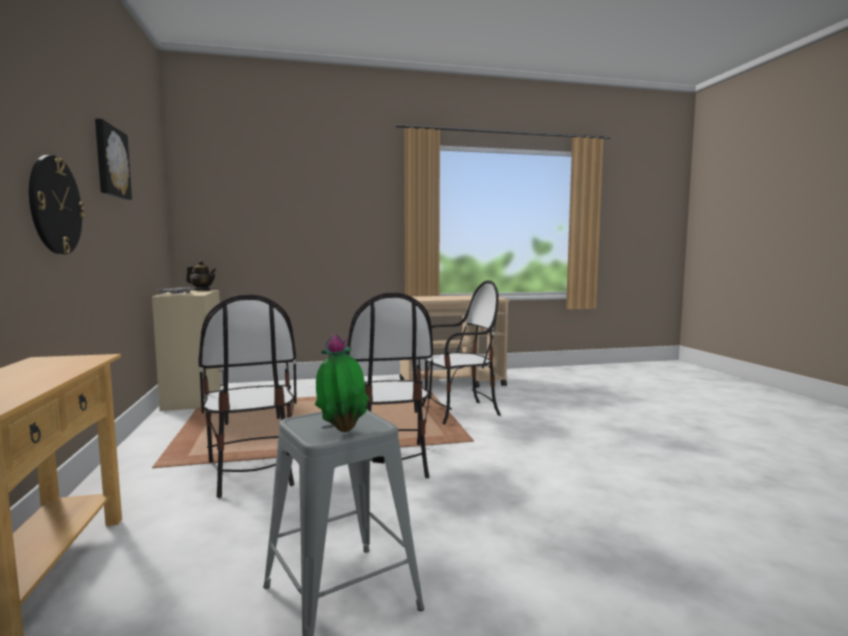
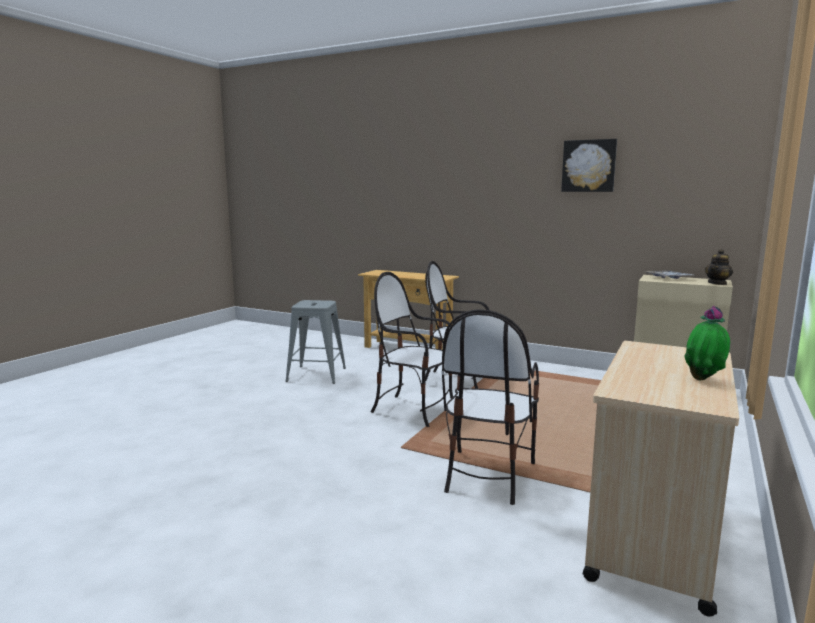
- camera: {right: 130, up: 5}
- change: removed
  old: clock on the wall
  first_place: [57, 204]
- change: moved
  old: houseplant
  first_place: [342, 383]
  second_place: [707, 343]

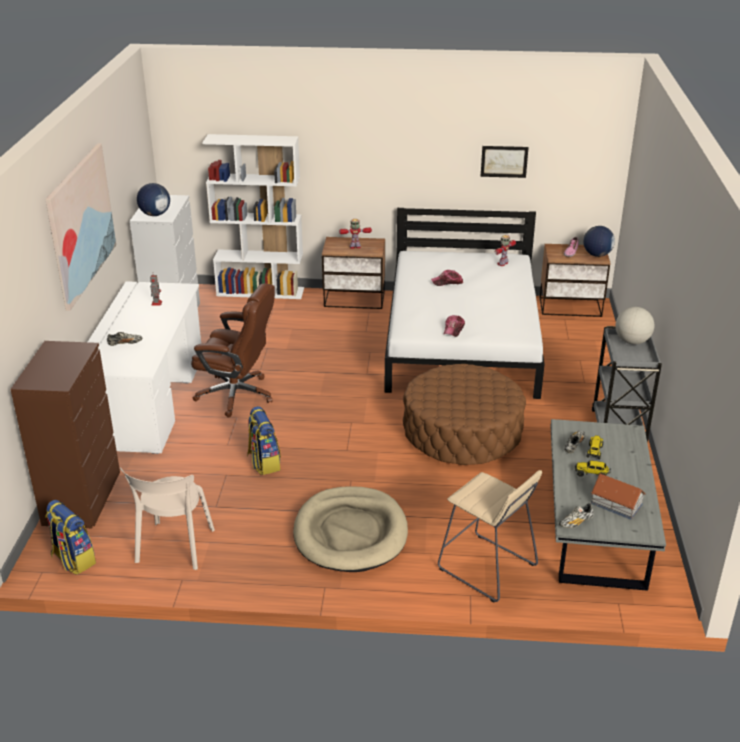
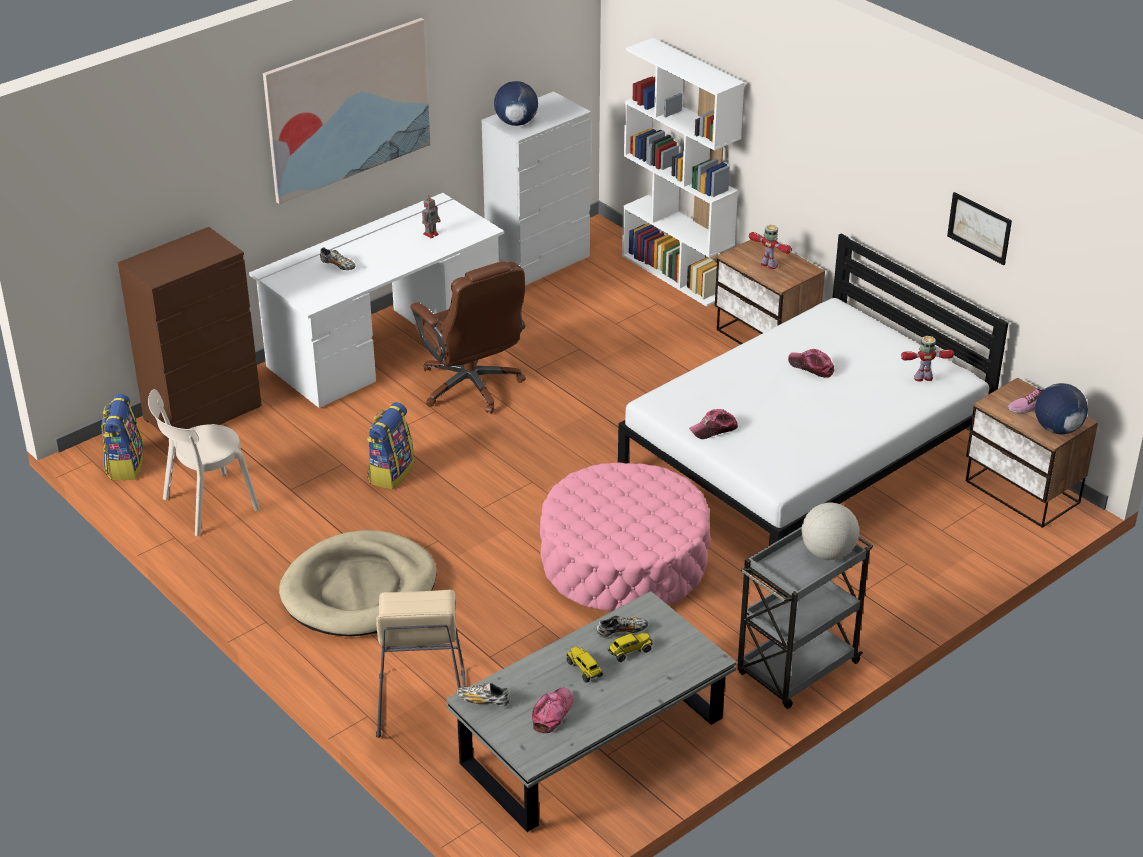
- camera: {right: 45, up: 5}
- change: recoloured
  old: brown ottoman
  new: pink-coloured ottoman
  first_place: [464, 414]
  second_place: [625, 537]
- change: replaced
  old: miniature house
  new: peaked cap
  first_place: [618, 497]
  second_place: [552, 710]

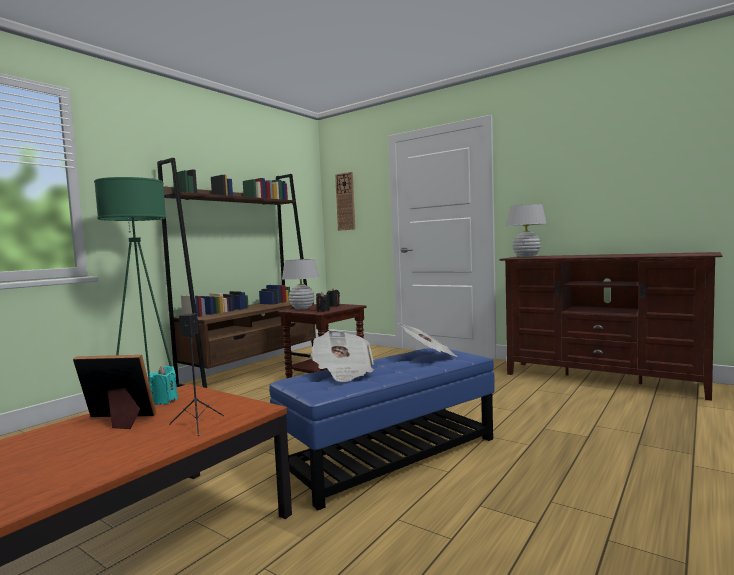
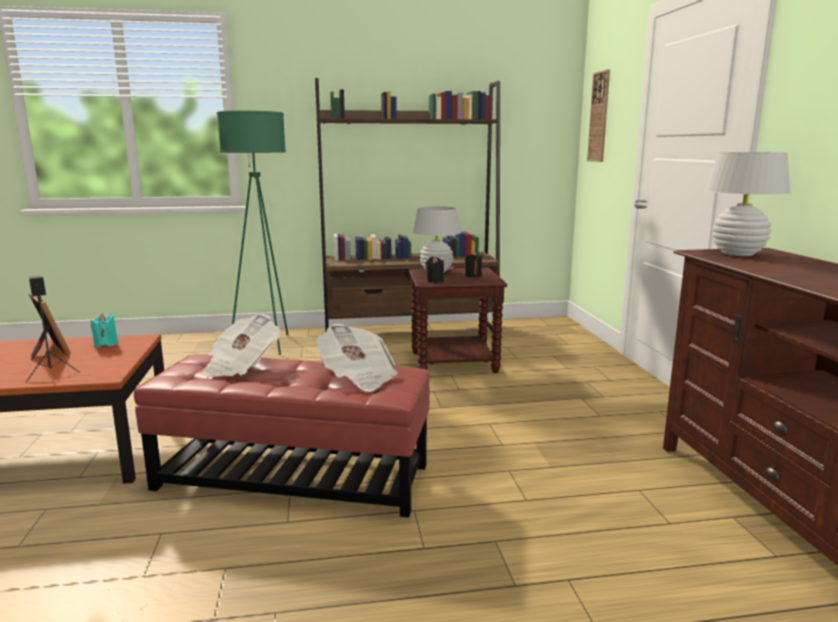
- camera: {right: 45, up: 10}
- change: recoloured
  old: blue-coloured ottoman
  new: red-coloured ottoman
  first_place: [381, 429]
  second_place: [281, 435]

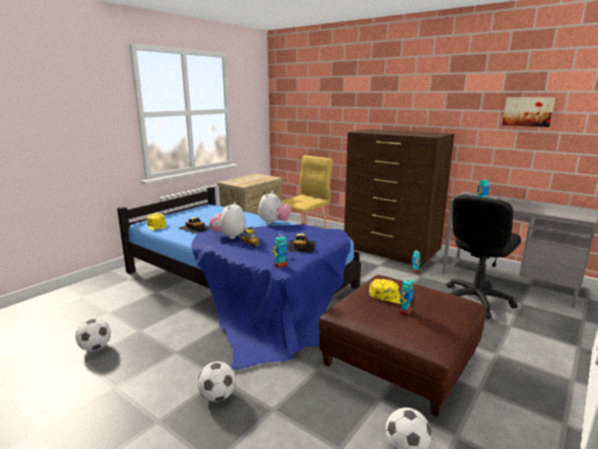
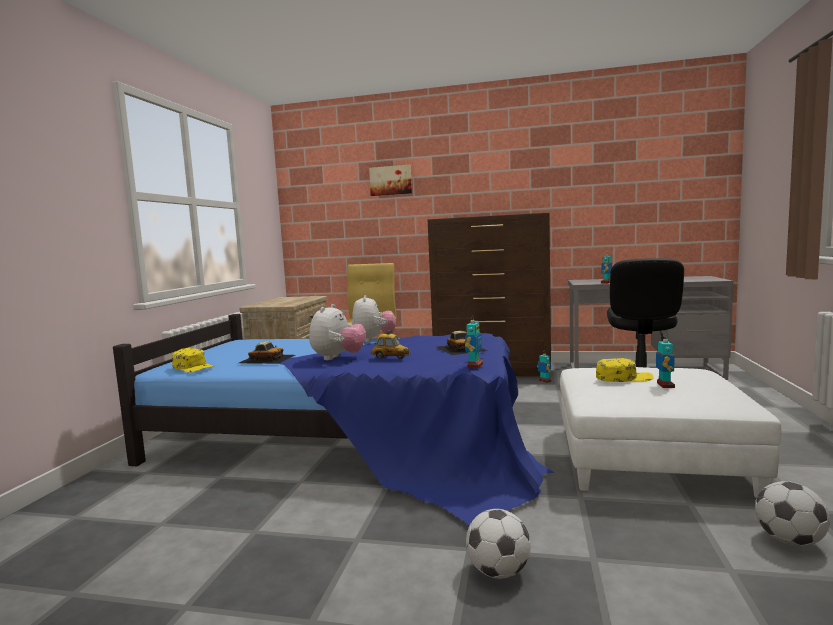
- camera: {right: -25, up: -10}
- change: removed
  old: football
  first_place: [93, 335]
- change: turned
  old: plush toy
  first_place: [227, 220]
  second_place: [337, 332]
  degrees: -150
- change: recoloured
  old: brown ottoman
  new: white ottoman
  first_place: [403, 346]
  second_place: [671, 432]
- change: moved
  old: wall picture
  first_place: [528, 112]
  second_place: [390, 180]

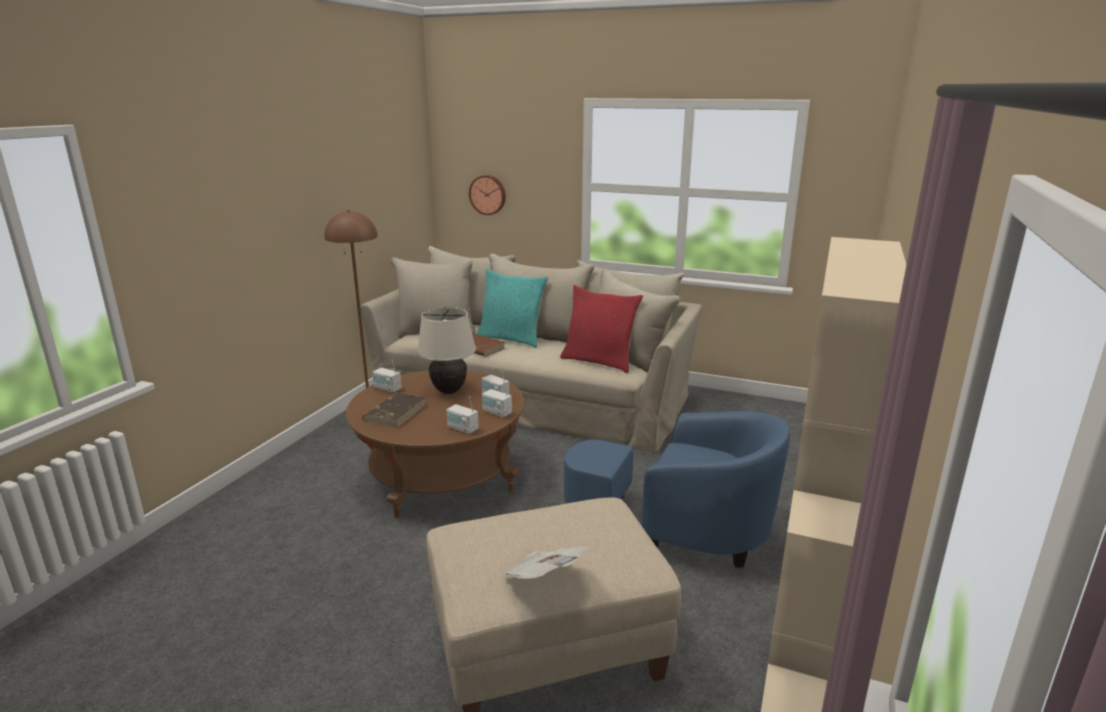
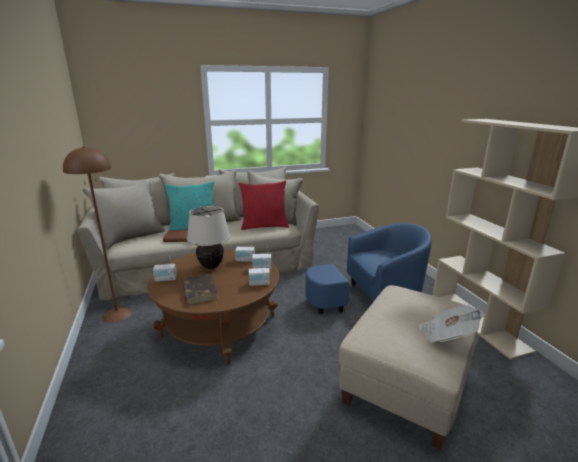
- camera: {right: -40, up: 0}
- change: removed
  old: clock on the wall
  first_place: [487, 195]

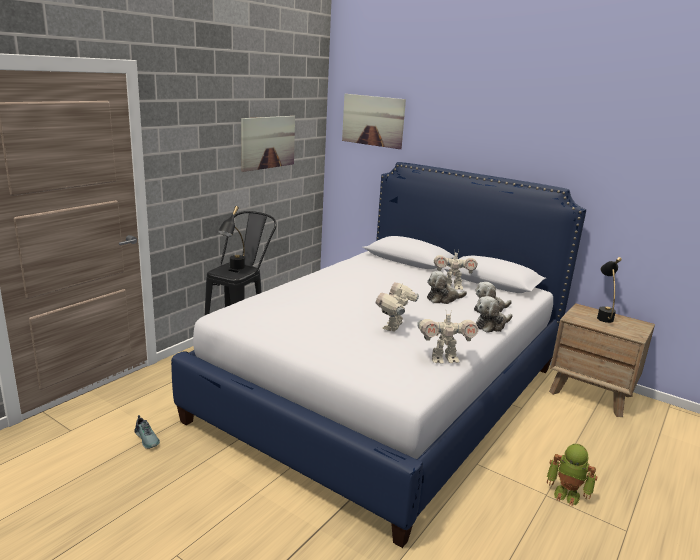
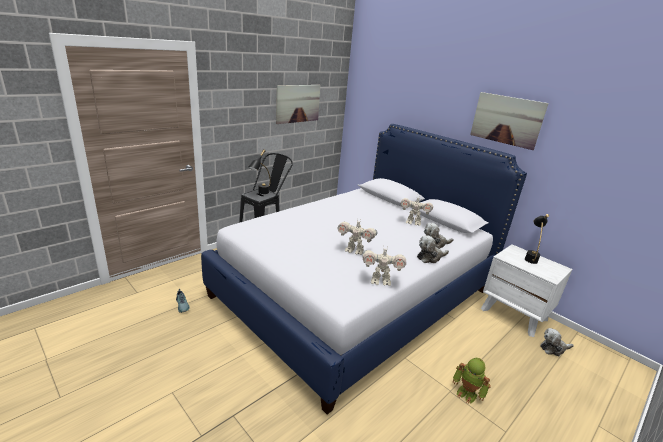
- camera: {right: 10, up: 5}
- change: moved
  old: wall picture
  first_place: [374, 121]
  second_place: [509, 121]
- change: turned
  old: toy robot
  first_place: [397, 307]
  second_place: [358, 237]
  degrees: -105
- change: moved
  old: plush toy
  first_place: [447, 287]
  second_place: [557, 342]
- change: recoloured
  old: brown nightstand
  new: white nightstand
  first_place: [602, 360]
  second_place: [526, 290]

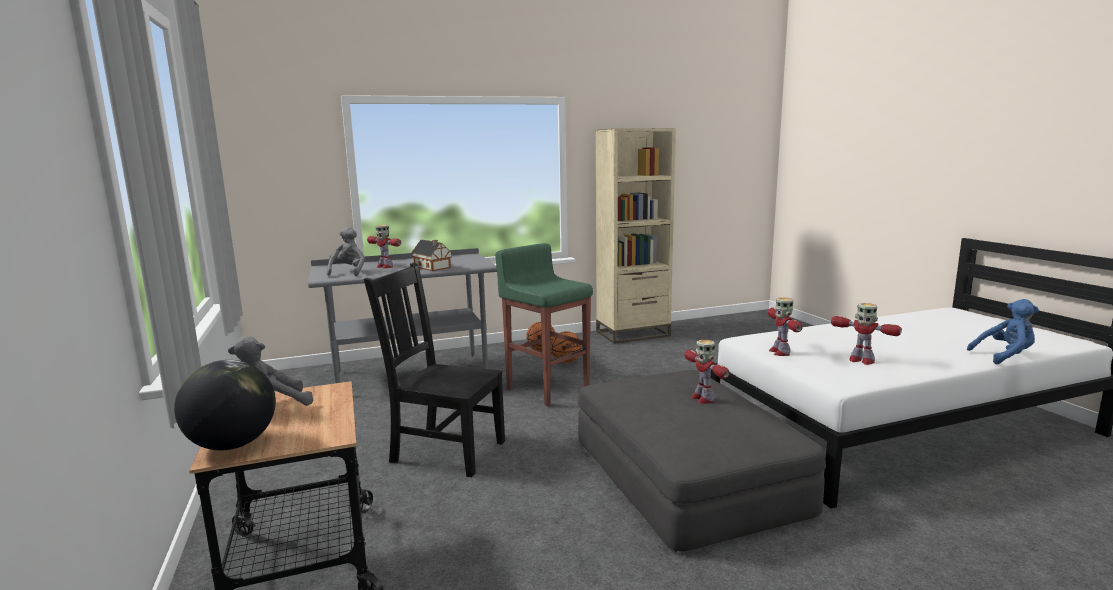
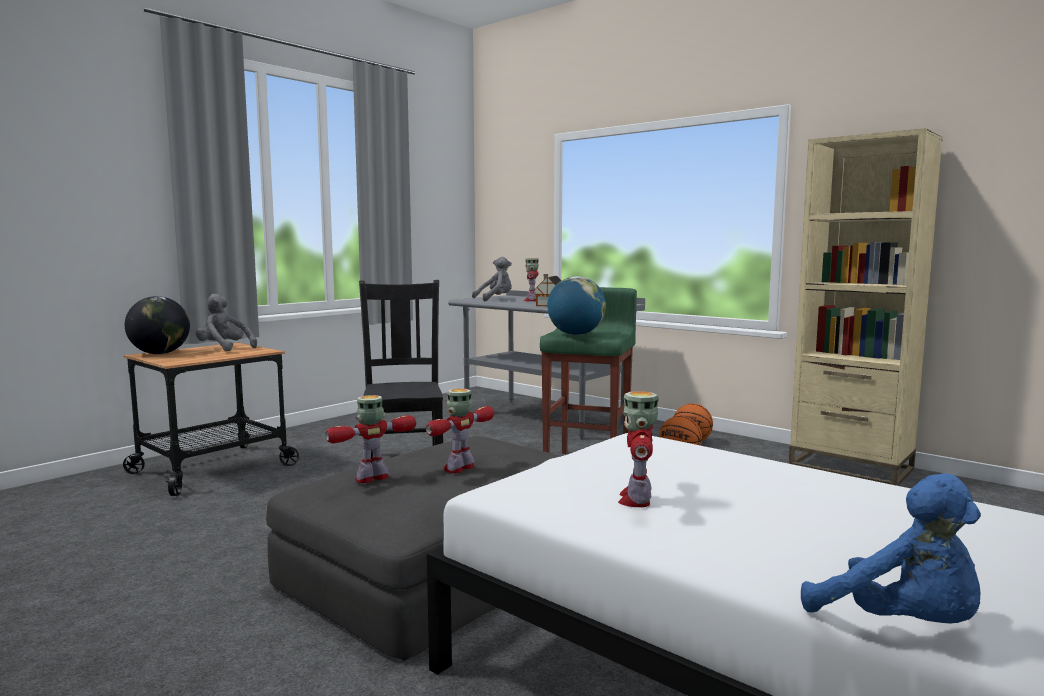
- camera: {right: 60, up: -5}
- change: moved
  old: toy robot
  first_place: [785, 326]
  second_place: [370, 439]
- change: added
  new: globe
  second_place: [576, 305]

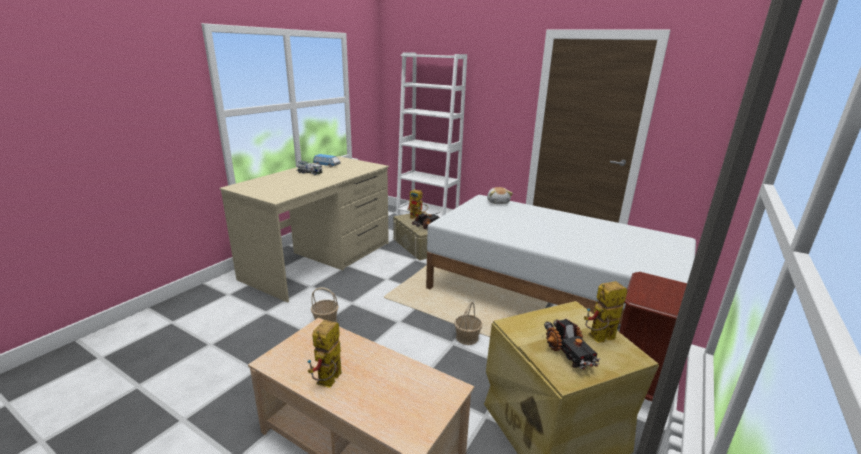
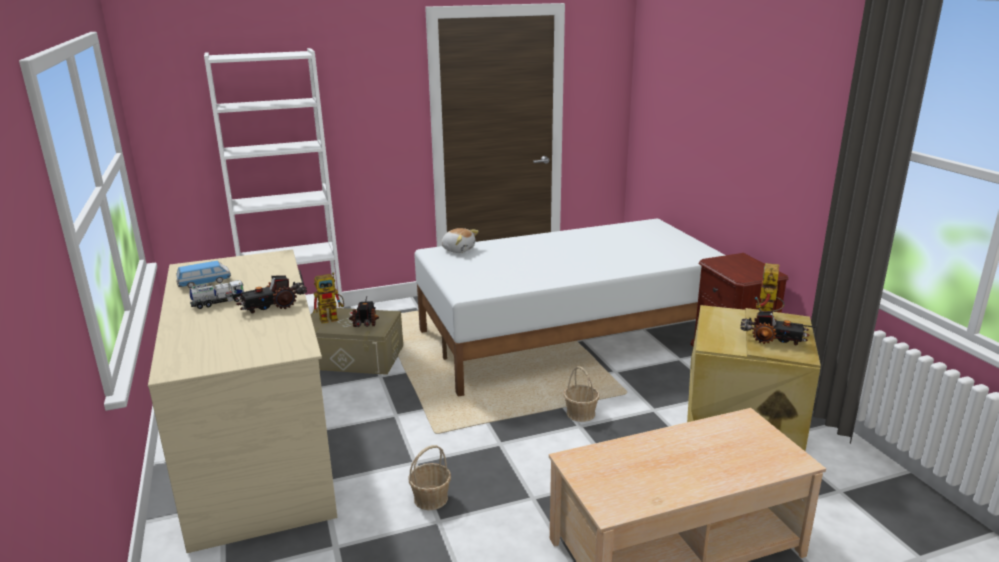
- camera: {right: -50, up: 0}
- change: removed
  old: toy robot
  first_place: [324, 354]
- change: added
  new: toy lorry
  second_place: [268, 294]

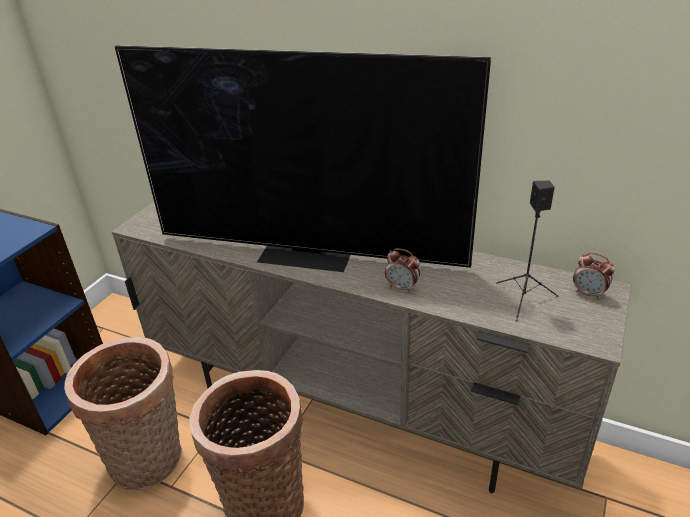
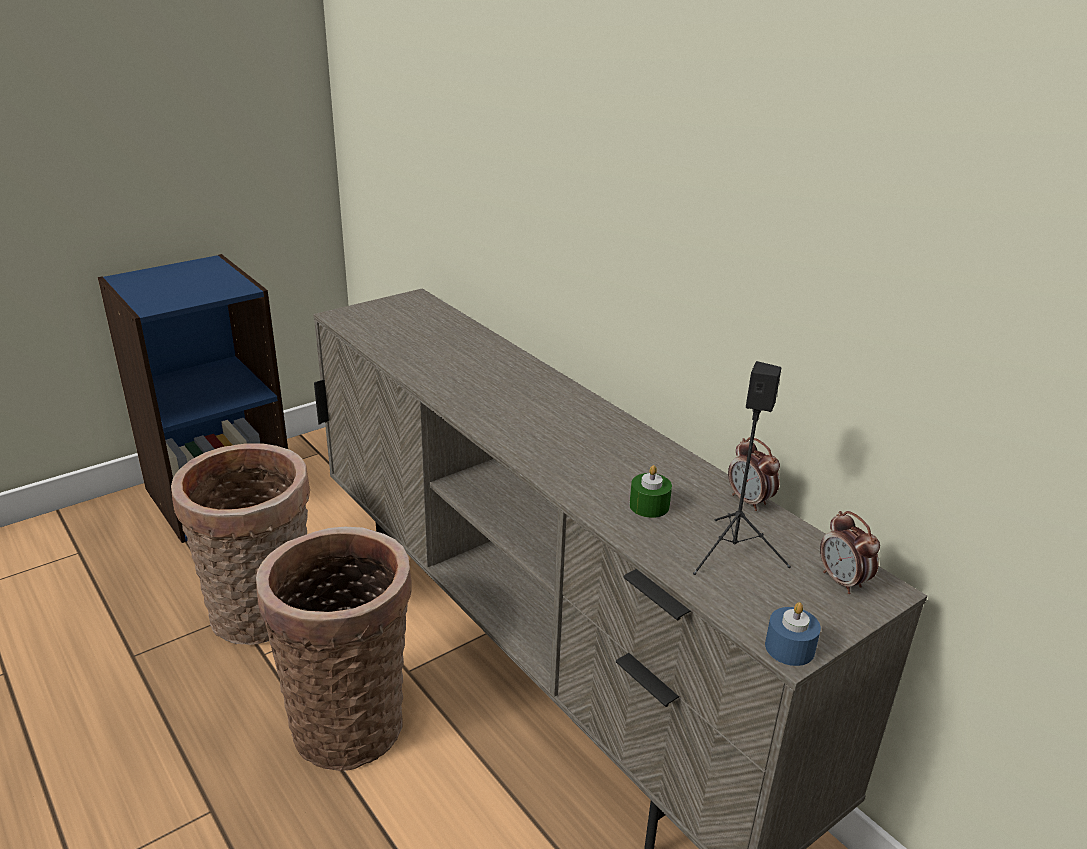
- camera: {right: 25, up: -5}
- change: removed
  old: TV
  first_place: [302, 158]
- change: moved
  old: alarm clock
  first_place: [402, 270]
  second_place: [754, 474]
- change: added
  new: green wax light
  second_place: [650, 491]
- change: added
  new: blue-coloured wax light
  second_place: [793, 634]

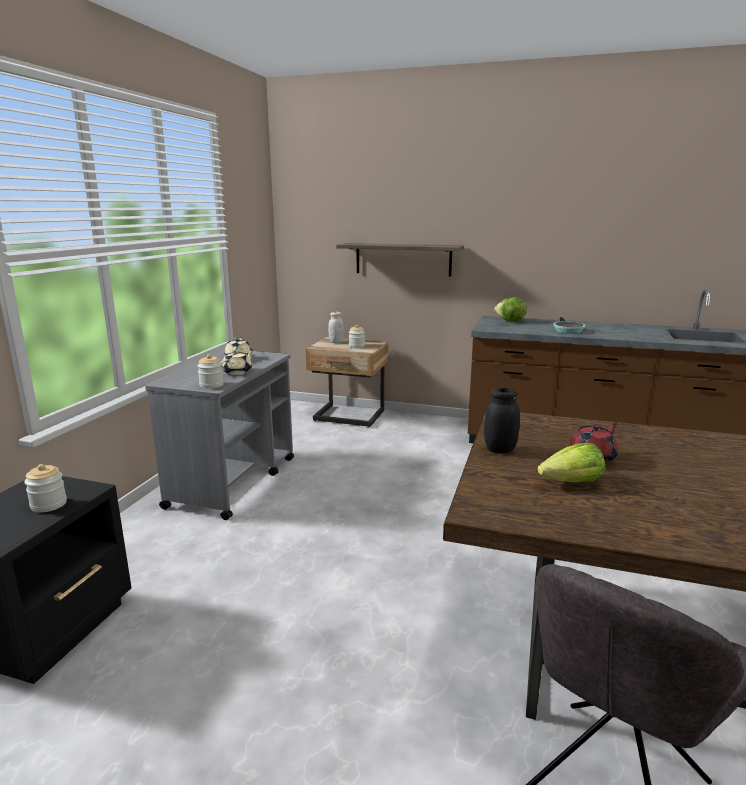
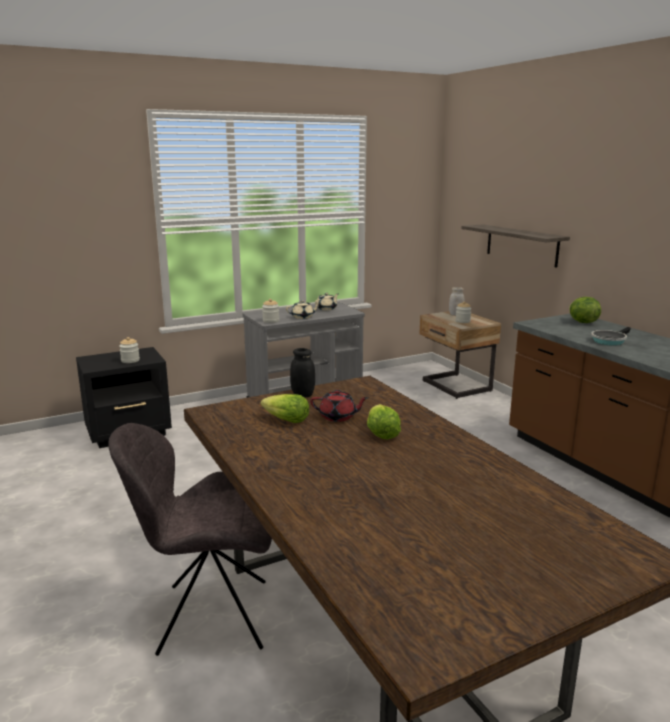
- camera: {right: 45, up: 0}
- change: added
  new: lettuce head
  second_place: [384, 421]

